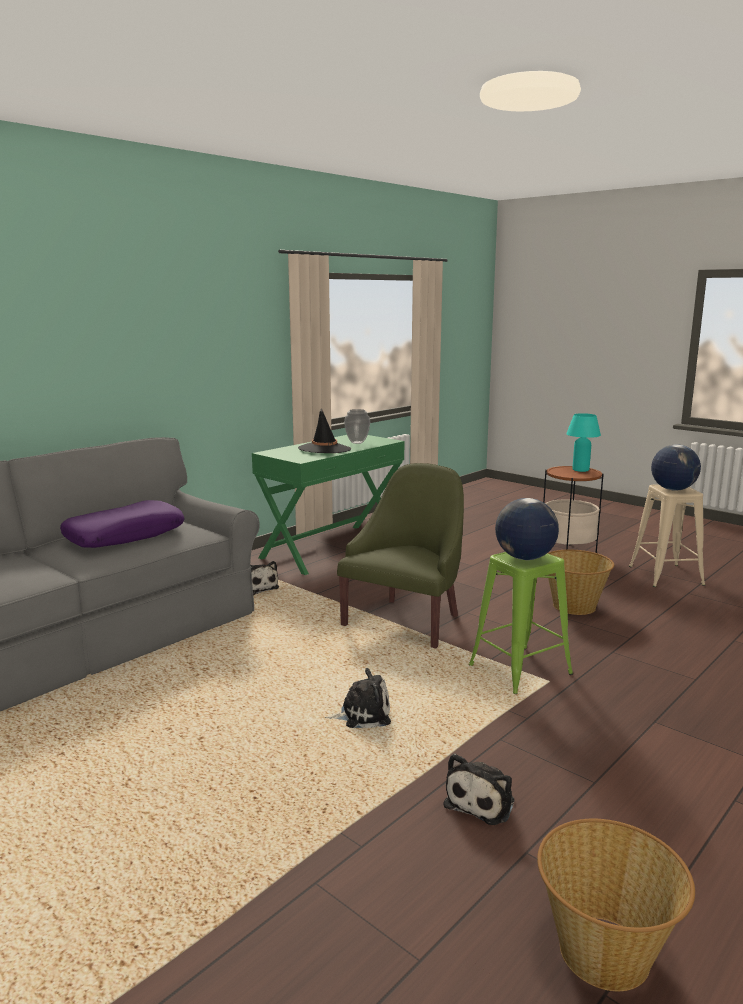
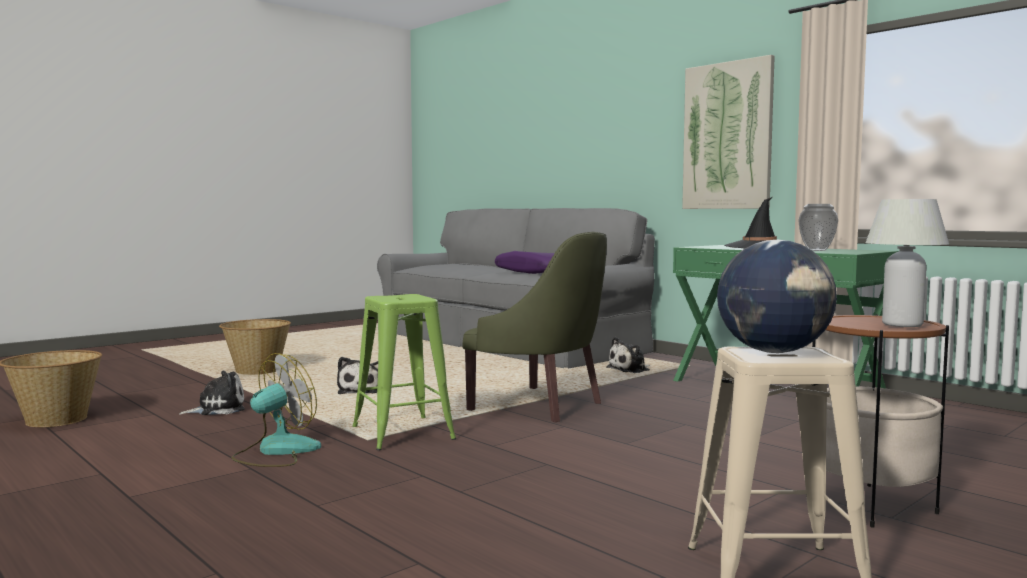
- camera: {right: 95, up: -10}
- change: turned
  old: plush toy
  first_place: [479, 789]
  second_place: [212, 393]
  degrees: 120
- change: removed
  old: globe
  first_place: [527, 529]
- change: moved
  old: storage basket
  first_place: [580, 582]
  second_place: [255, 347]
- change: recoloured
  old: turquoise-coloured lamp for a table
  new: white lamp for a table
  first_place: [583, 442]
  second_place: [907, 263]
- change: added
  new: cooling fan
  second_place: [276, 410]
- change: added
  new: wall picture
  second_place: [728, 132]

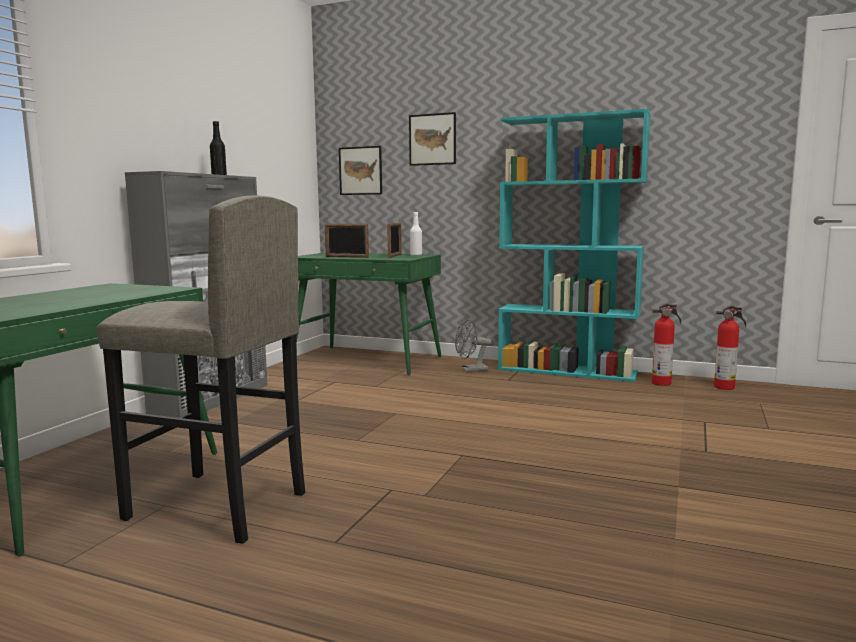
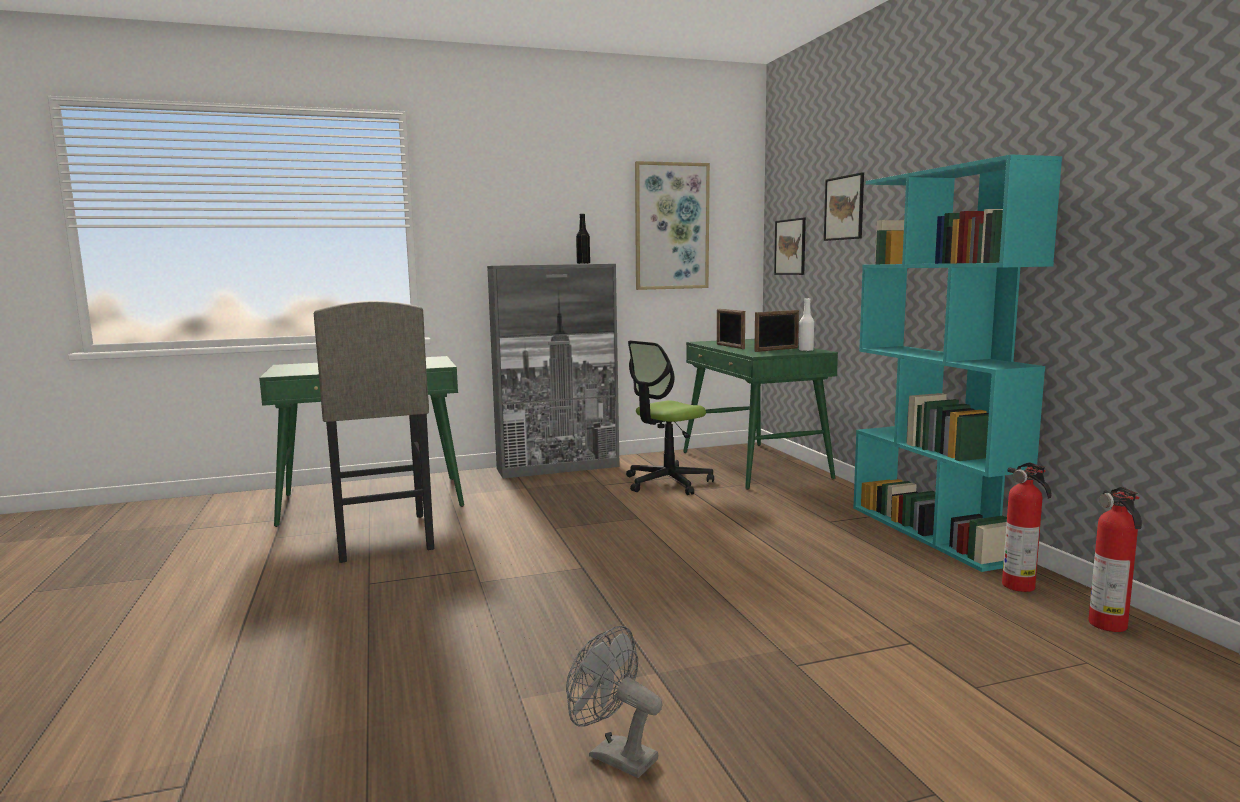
- camera: {right: 50, up: 0}
- change: moved
  old: greyish cooling fan
  first_place: [473, 345]
  second_place: [614, 702]
- change: added
  new: office chair
  second_place: [670, 418]
- change: added
  new: wall picture
  second_place: [672, 225]

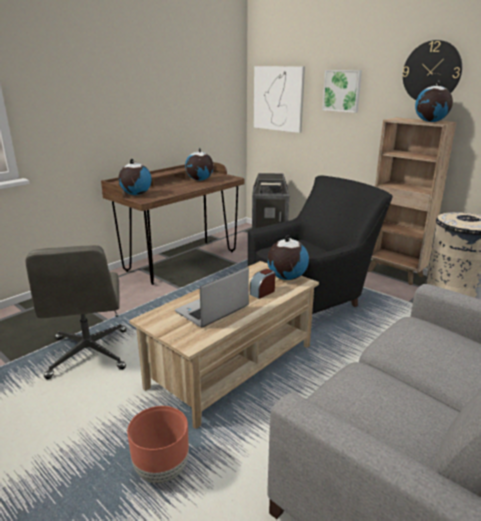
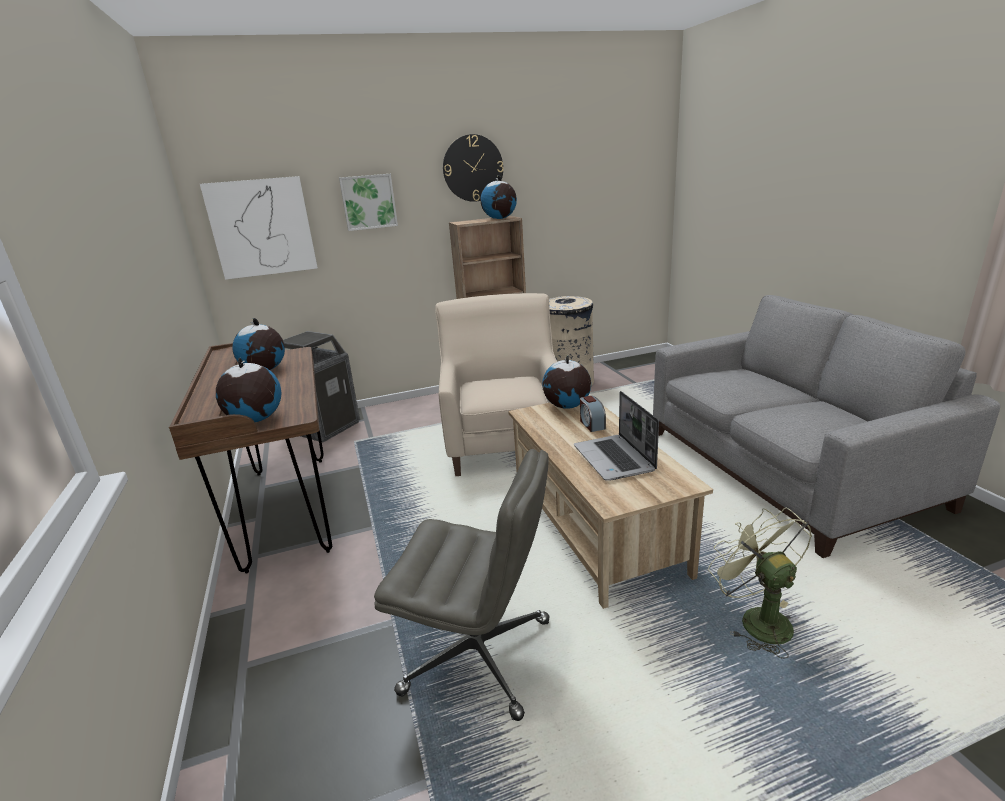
- camera: {right: -60, up: 0}
- change: replaced
  old: brown plant pot
  new: green cooling fan
  first_place: [158, 444]
  second_place: [760, 583]
- change: recoloured
  old: blackish easy chair
  new: sand-coloured easy chair
  first_place: [320, 245]
  second_place: [496, 384]

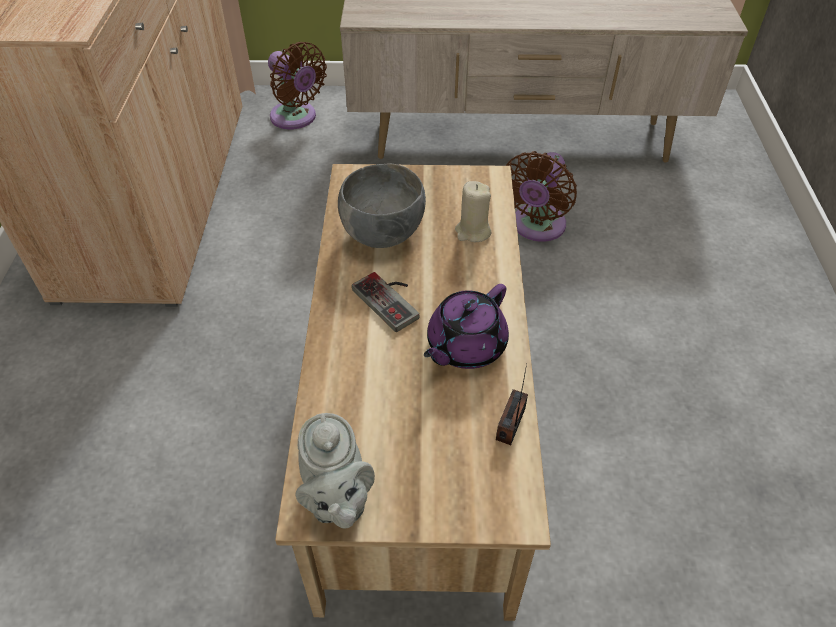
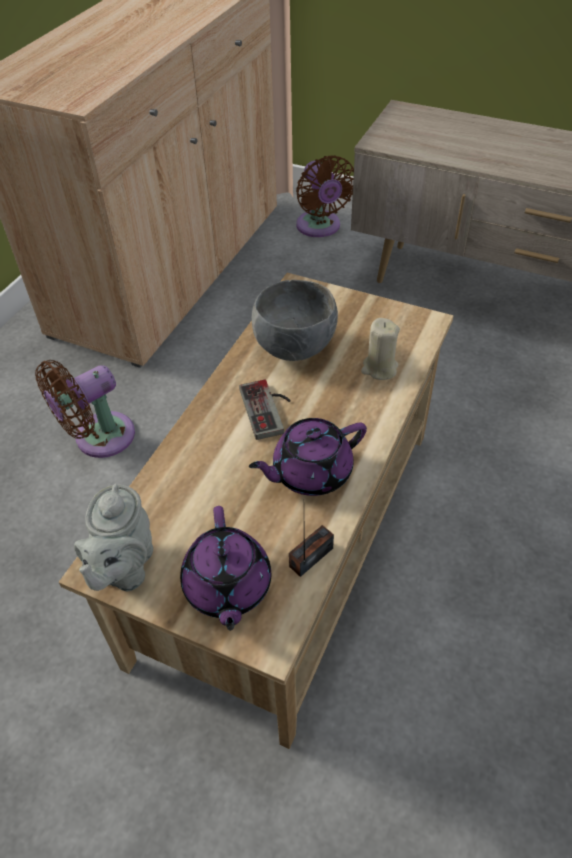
- camera: {right: 25, up: 0}
- change: moved
  old: brown cooling fan
  first_place: [541, 196]
  second_place: [85, 409]
- change: added
  new: purple-coloured tea pot
  second_place: [225, 568]

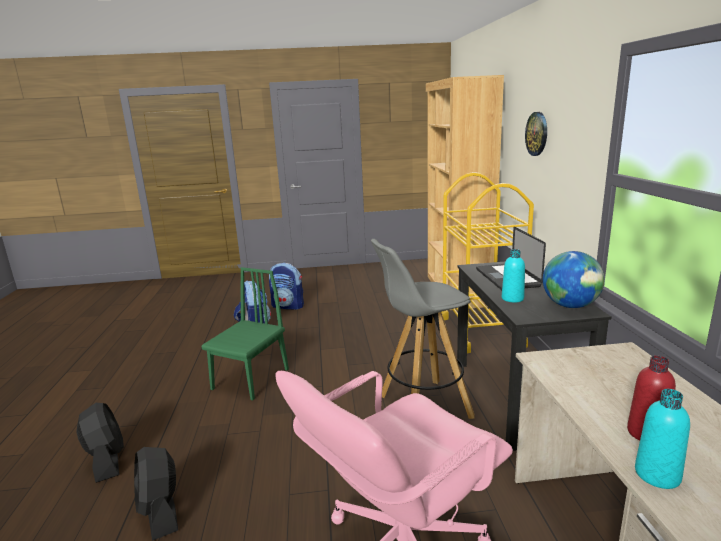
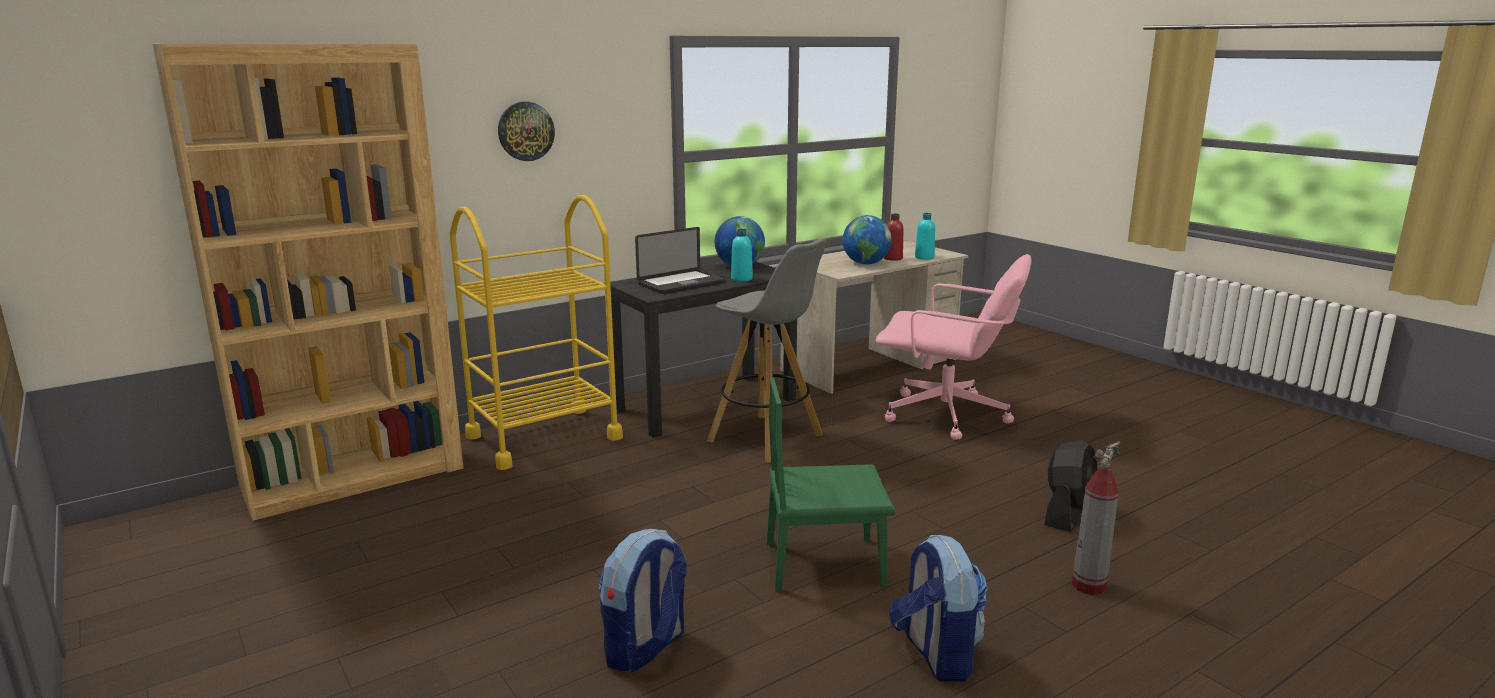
- camera: {right: -120, up: 0}
- change: replaced
  old: blackish cooling fan
  new: fire-fighting cylinder
  first_place: [100, 443]
  second_place: [1096, 518]
- change: moved
  old: rucksack
  first_place: [286, 286]
  second_place: [938, 608]
- change: added
  new: globe
  second_place: [867, 240]

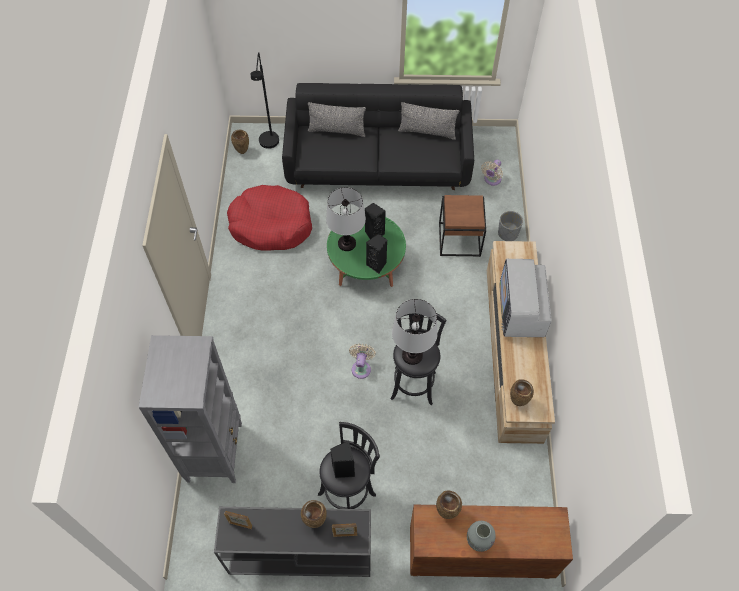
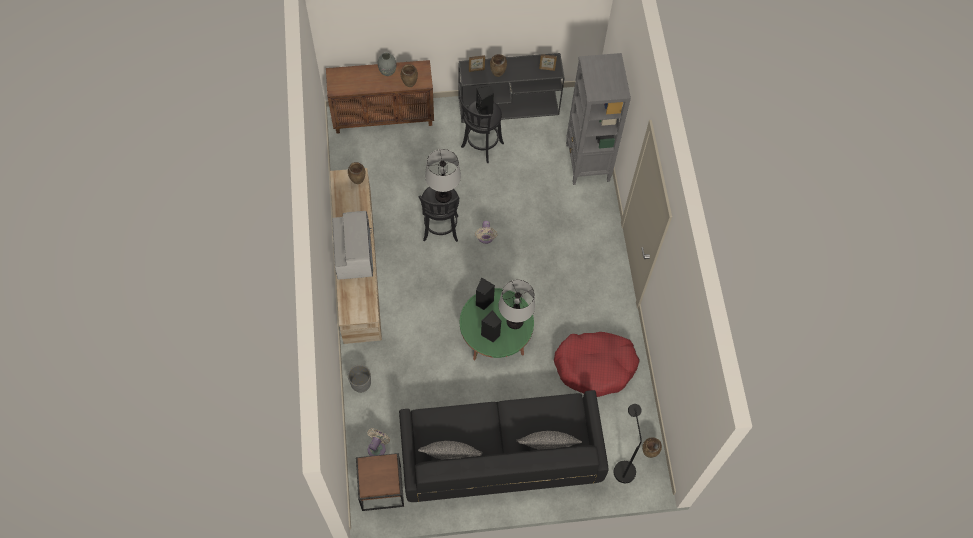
- camera: {right: 170, up: 5}
- change: moved
  old: brown end table
  first_place: [462, 226]
  second_place: [380, 482]

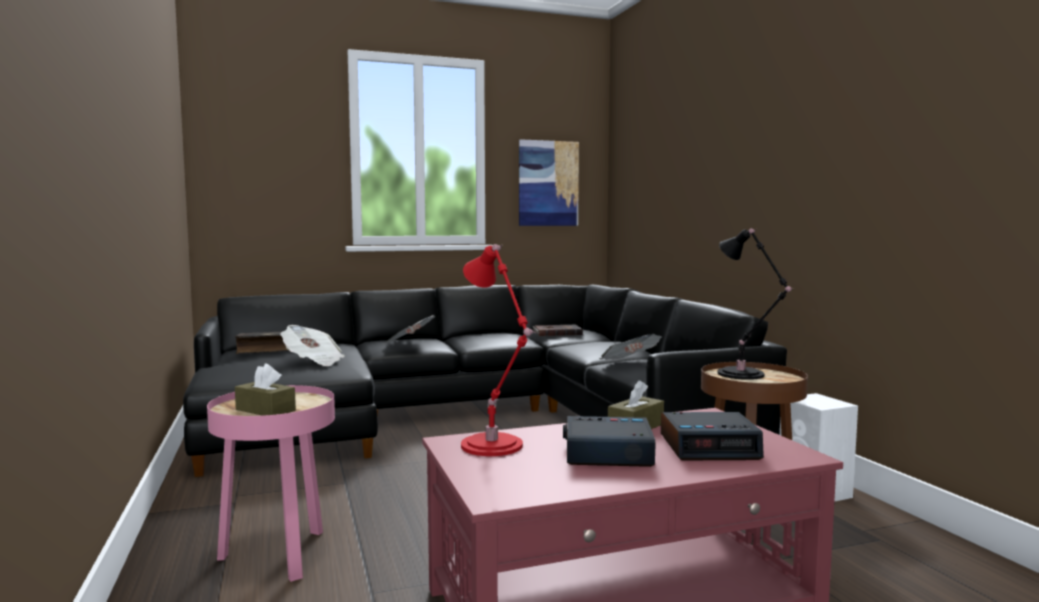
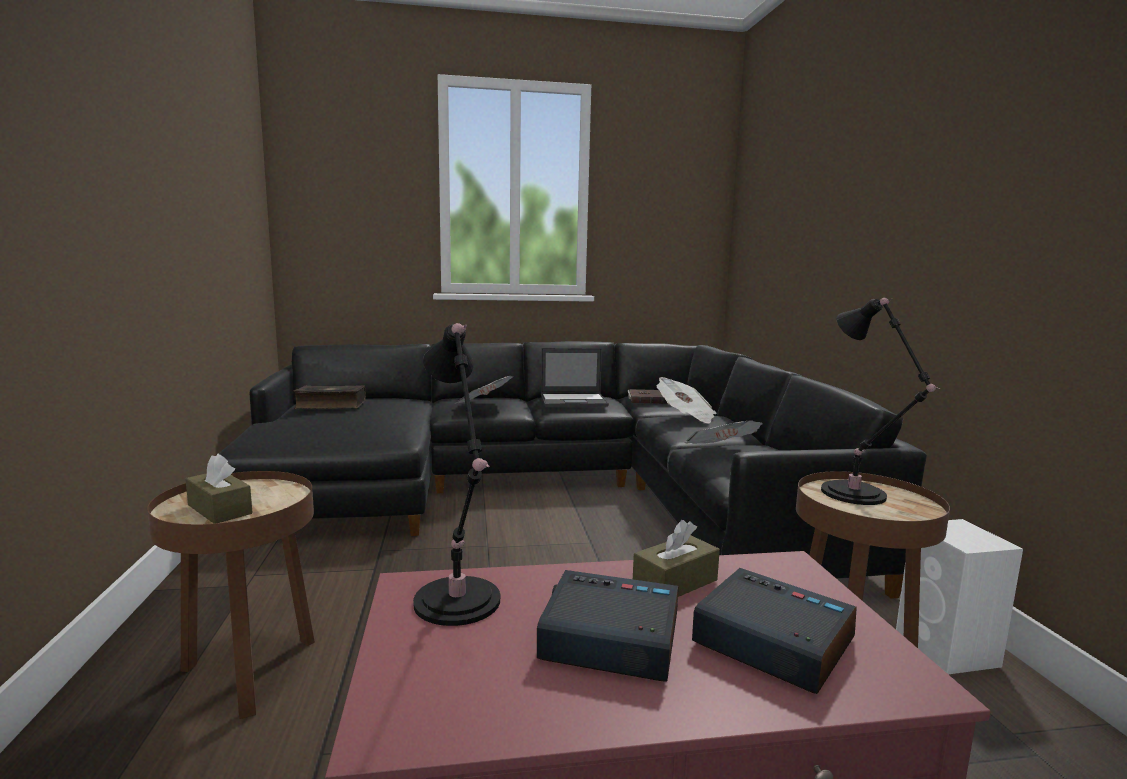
- camera: {right: 10, up: 5}
- change: recoloured
  old: pink-coloured end table
  new: brown end table
  first_place: [271, 483]
  second_place: [231, 595]
- change: moved
  old: daily paper
  first_place: [312, 345]
  second_place: [687, 400]
- change: recoloured
  old: red-coloured lamp for a table
  new: blackish lamp for a table
  first_place: [498, 350]
  second_place: [456, 474]
- change: removed
  old: wall picture
  first_place: [549, 182]
- change: turned
  old: alarm clock
  first_place: [712, 436]
  second_place: [774, 631]
  degrees: -150
- change: added
  new: notebook computer
  second_place: [575, 377]

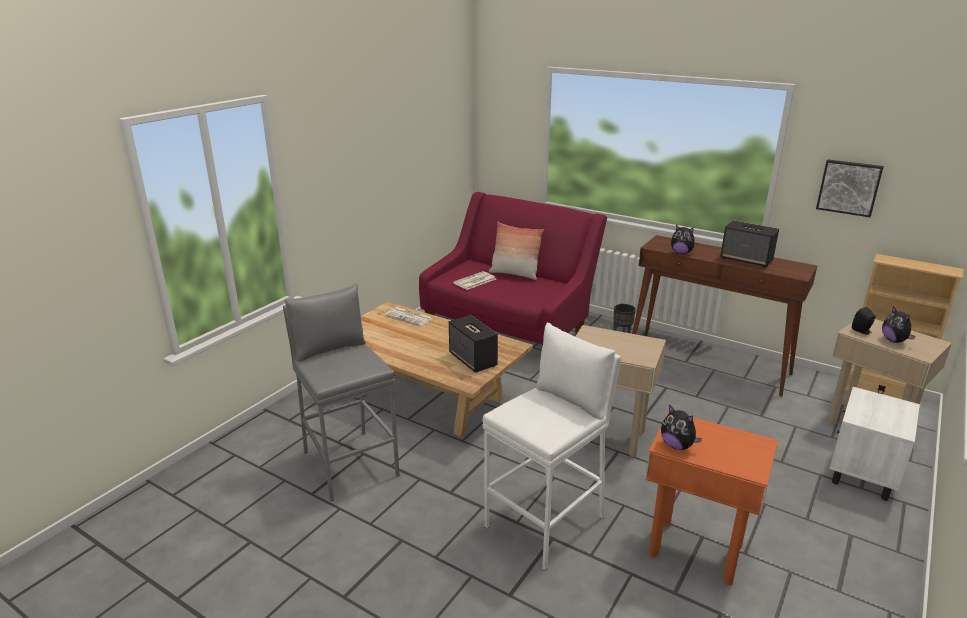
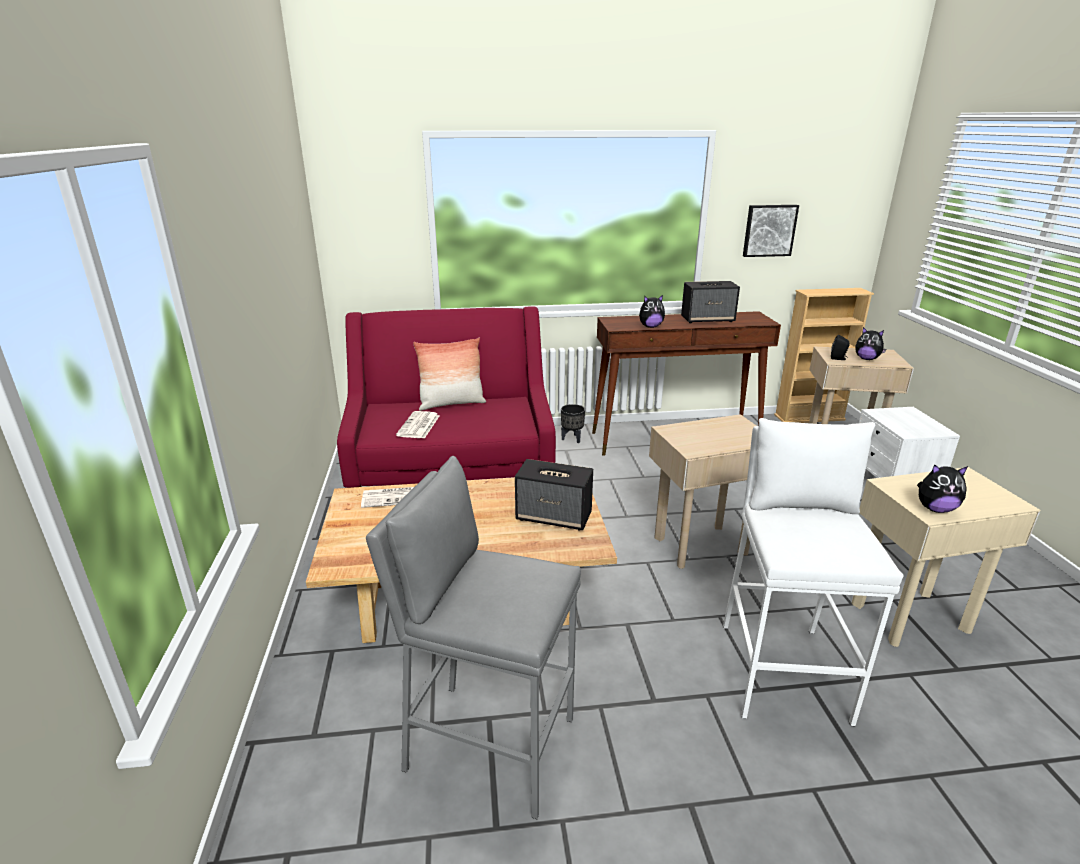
- camera: {right: -40, up: 0}
- change: recoloured
  old: orange-coloured end table
  new: sand-coloured end table
  first_place: [711, 498]
  second_place: [946, 557]

